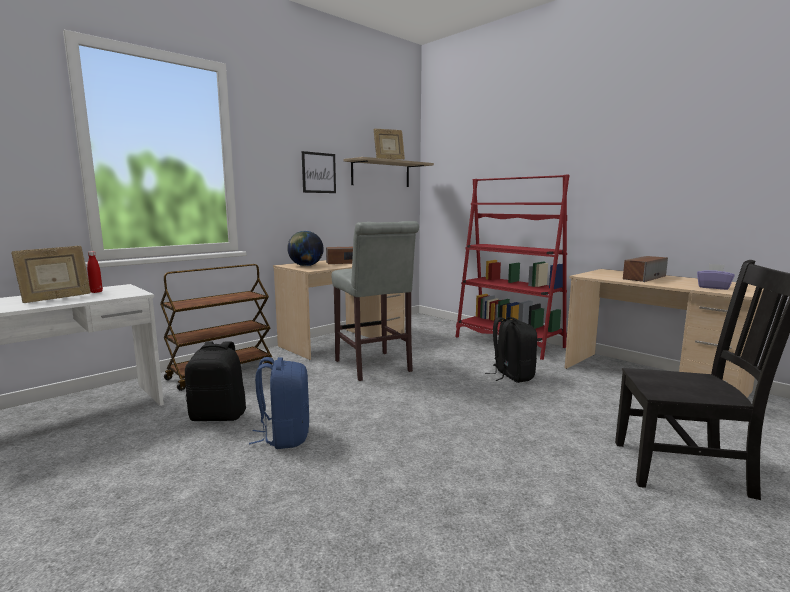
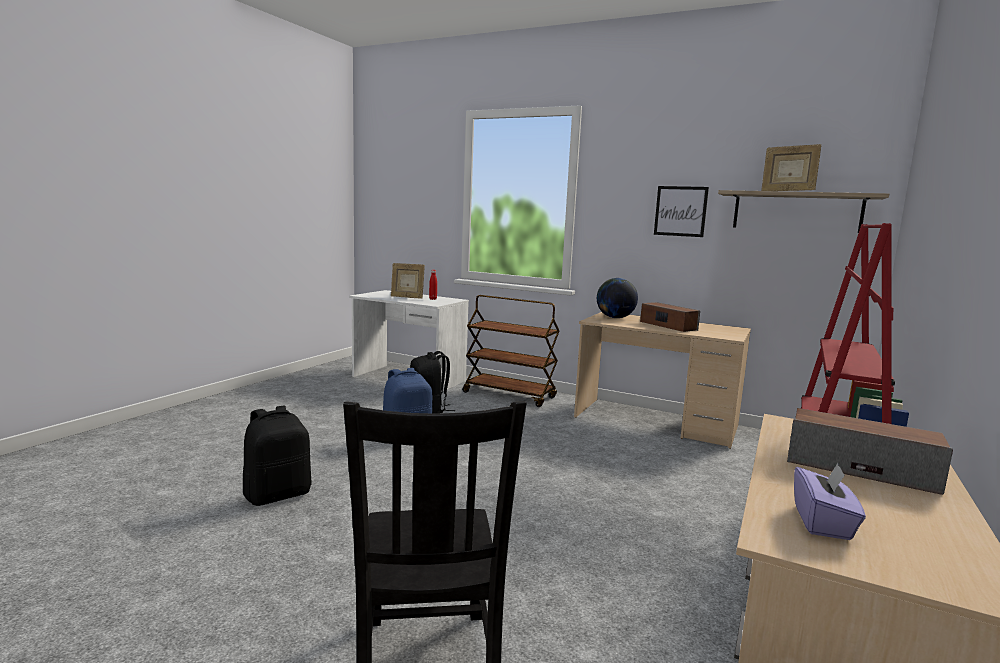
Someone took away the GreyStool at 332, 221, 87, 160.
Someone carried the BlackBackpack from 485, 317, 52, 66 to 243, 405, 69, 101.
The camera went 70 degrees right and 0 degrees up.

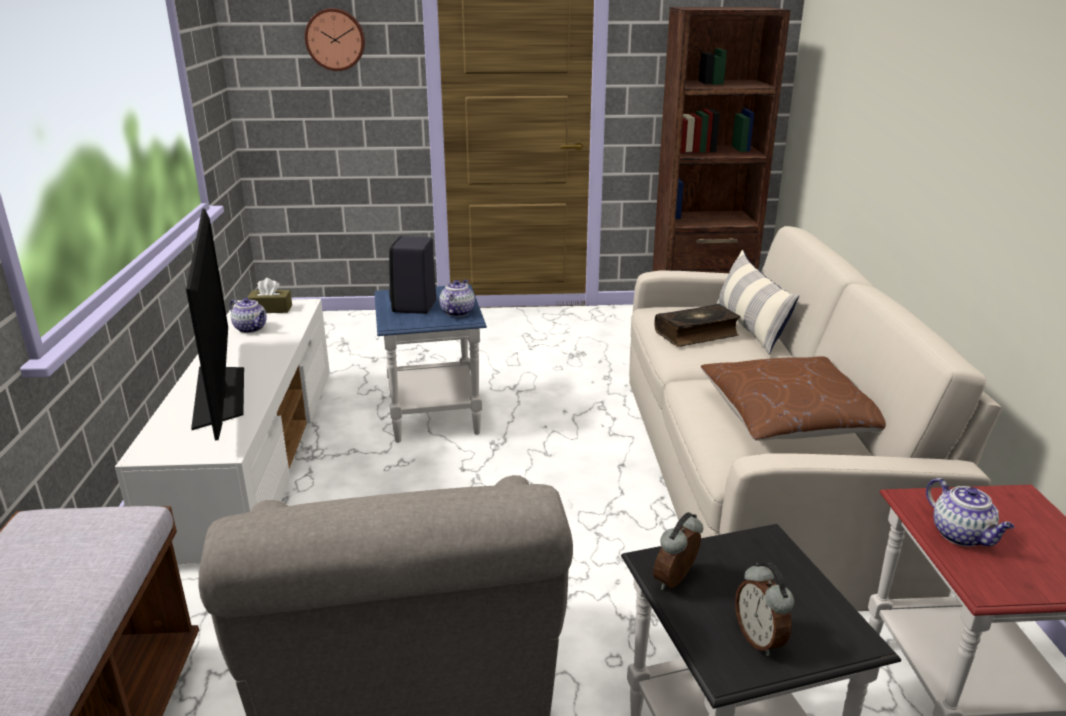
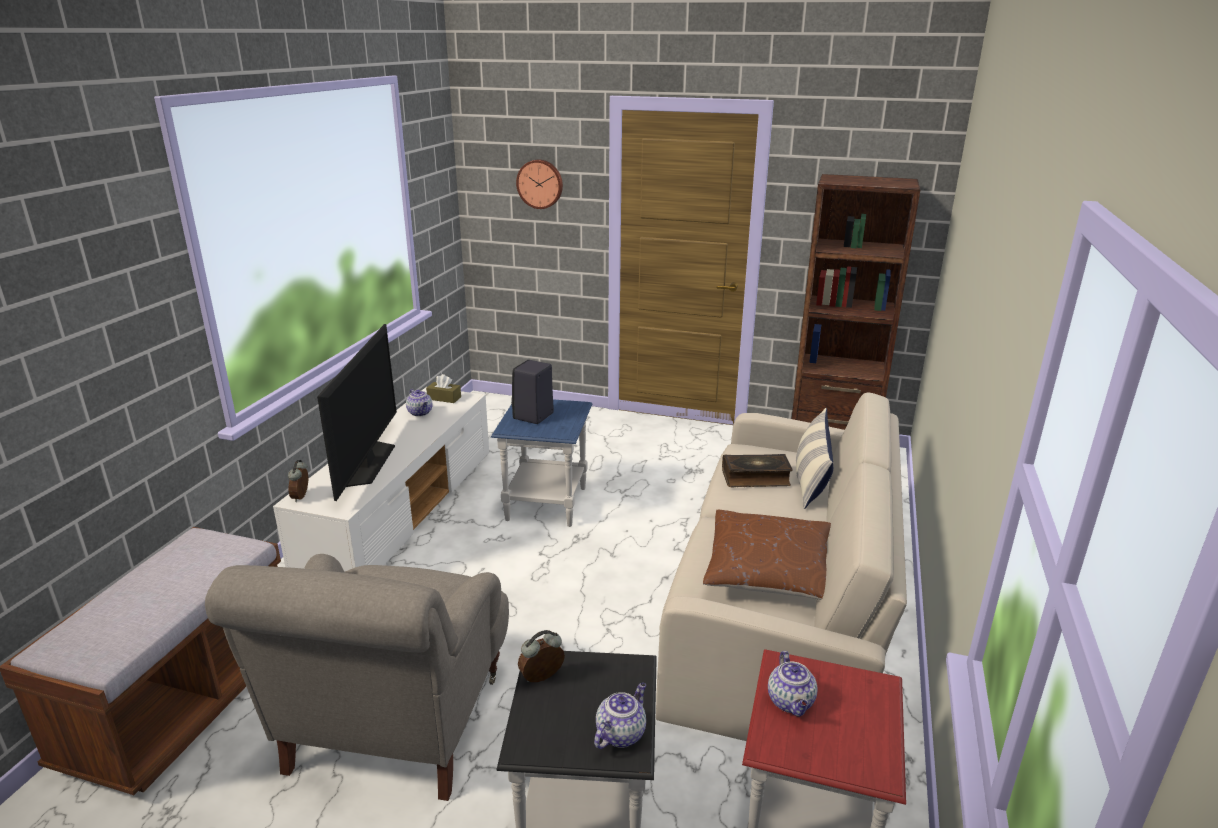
Someone carried the PotForTea from 439, 279, 36, 38 to 594, 682, 52, 67.
Someone carried the BedsideClock from 735, 563, 59, 93 to 288, 460, 20, 42.
The camera went 20 degrees right and 0 degrees up.

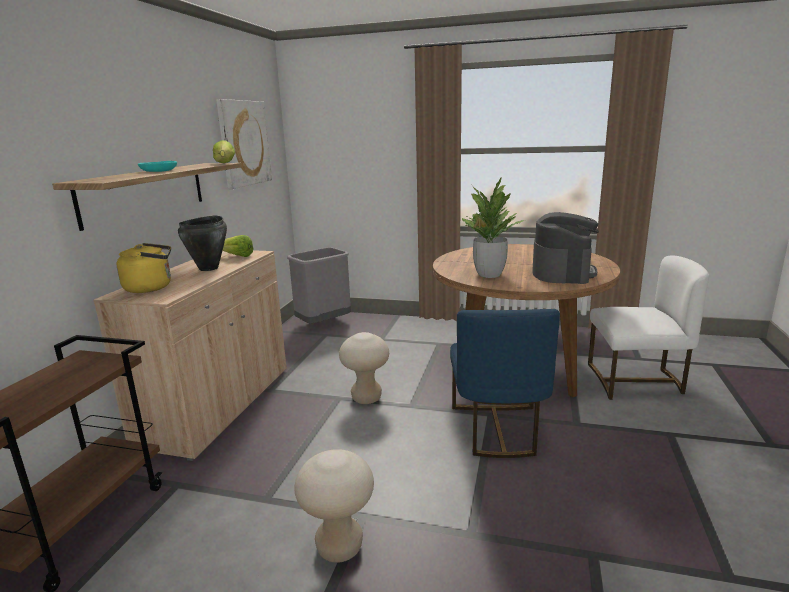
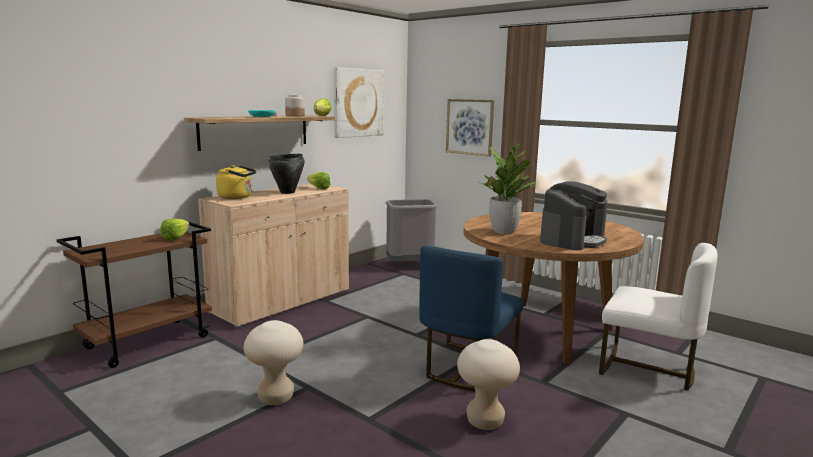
Someone carried the BeigeColouredStool from 339, 332, 50, 72 to 457, 339, 63, 91.
Someone put down the HeadOfLettuce at 160, 219, 29, 22.
Someone put down the Jar at 285, 95, 20, 22.
Someone put up the Picture at 446, 99, 48, 58.
The camera went 25 degrees right and 5 degrees down.

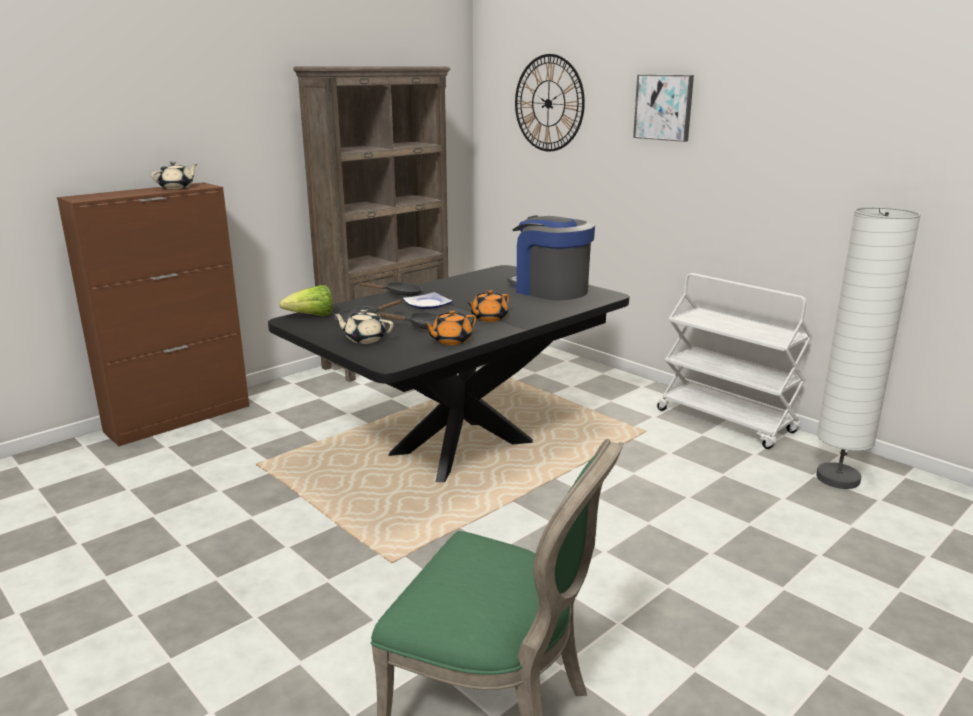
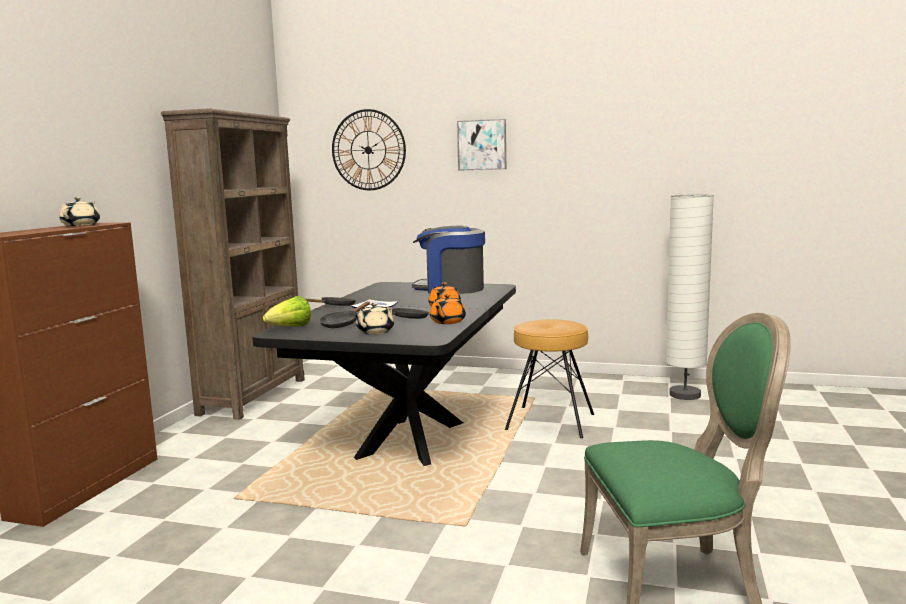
Someone rotated the BeigeColouredPotForTea at 333, 309, 60, 35 by 45 degrees counterclockwise.
Someone took away the WhiteTrolley at 657, 273, 155, 176.
Someone put down the BrownColouredStool at 505, 319, 89, 119.
The camera went 30 degrees left and 10 degrees down.

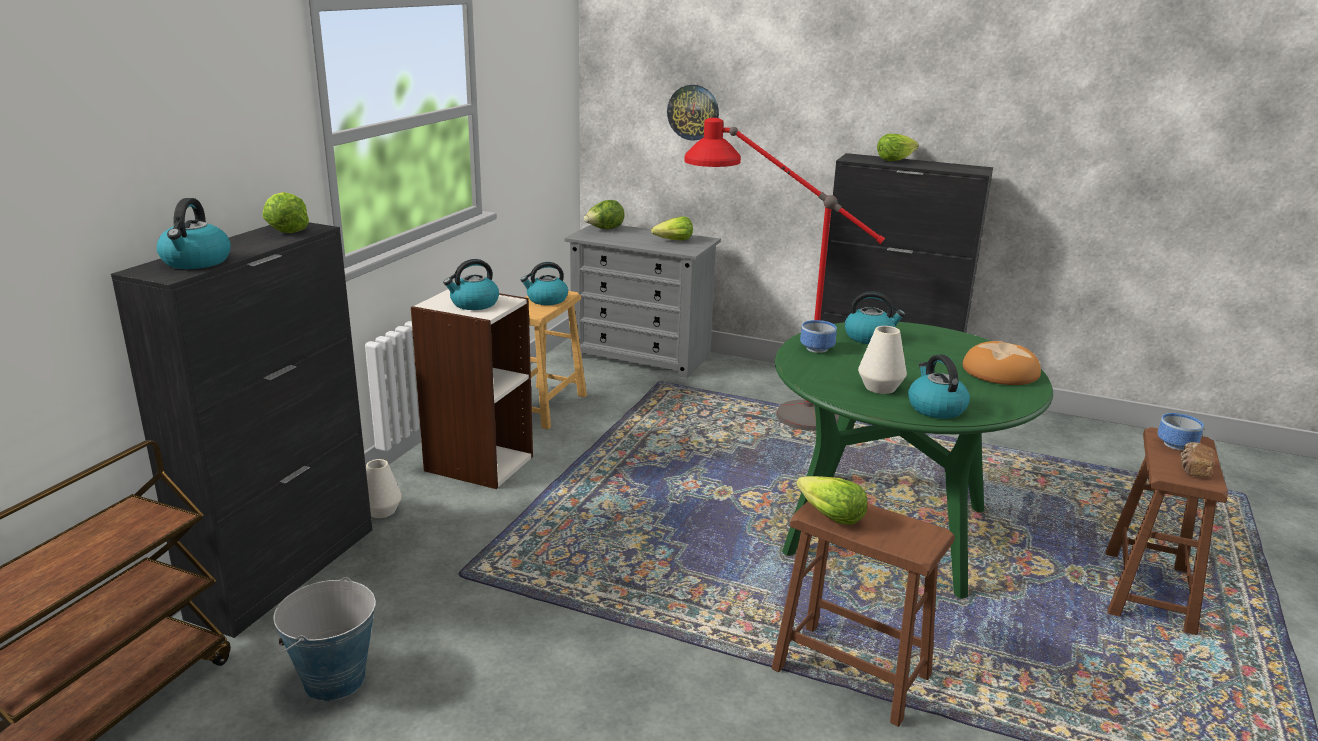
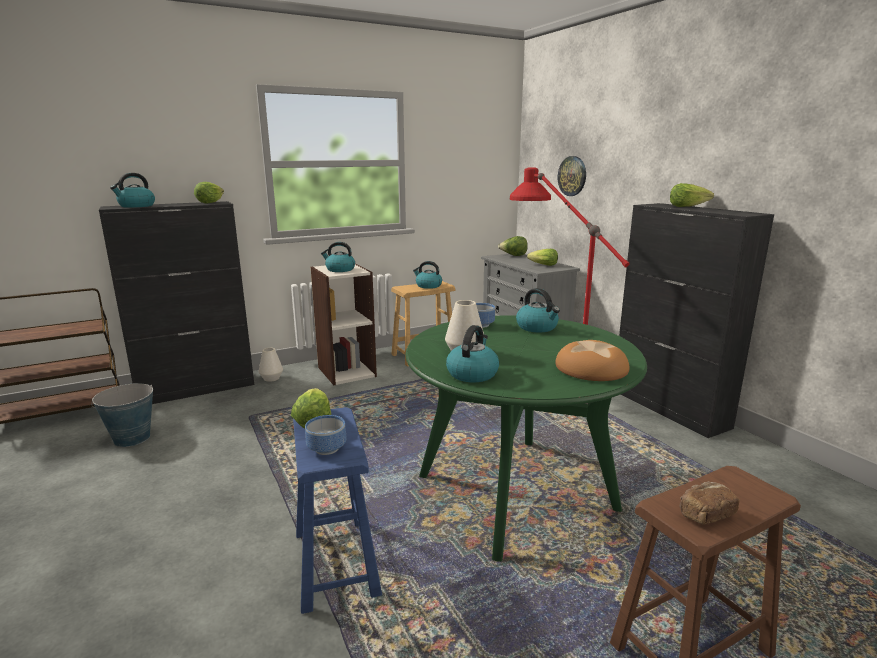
Someone repainted the BrownColouredStool at 772, 501, 183, 226, which became the BlueStool at 293, 407, 89, 207.
Someone carried the Bowl from 1157, 413, 47, 37 to 305, 415, 42, 40.
The camera went 40 degrees right and 5 degrees down.

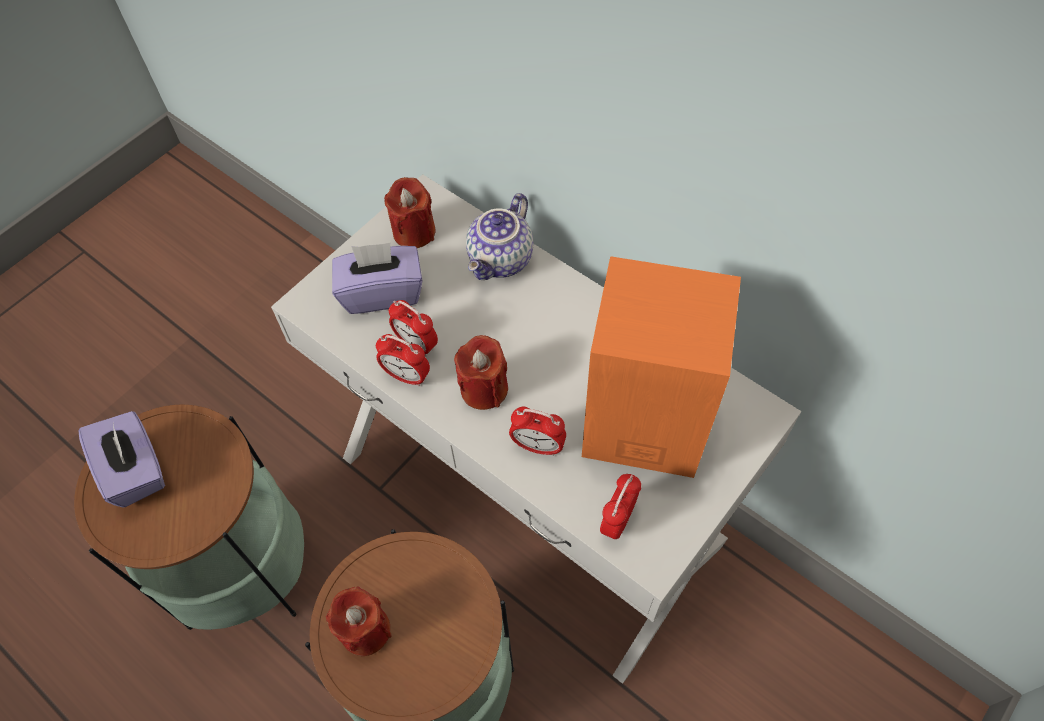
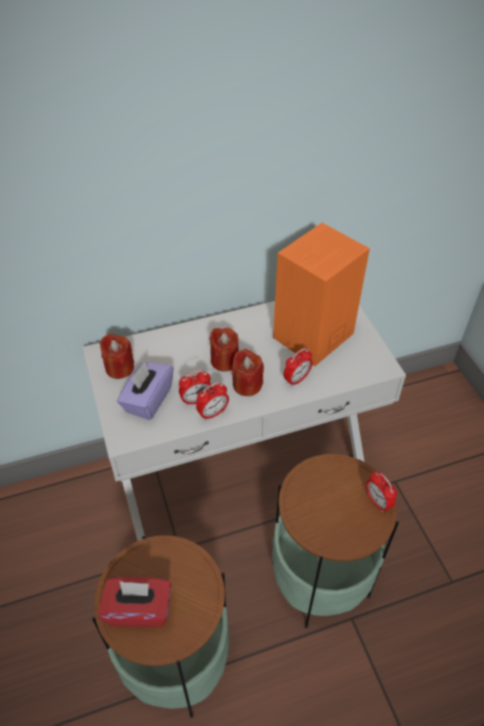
Someone repainted the PurplishBoxOfTissues at 78, 411, 87, 96, which became the ReddishBoxOfTissues at 98, 577, 73, 50.
Someone carried the ReddishCandle from 326, 587, 66, 69 to 210, 328, 28, 43.
Someone took away the PotForTea at 466, 193, 67, 87.
Someone carried the BedsideClock from 600, 474, 41, 65 to 366, 471, 31, 41.
The camera went 60 degrees left and 10 degrees down.

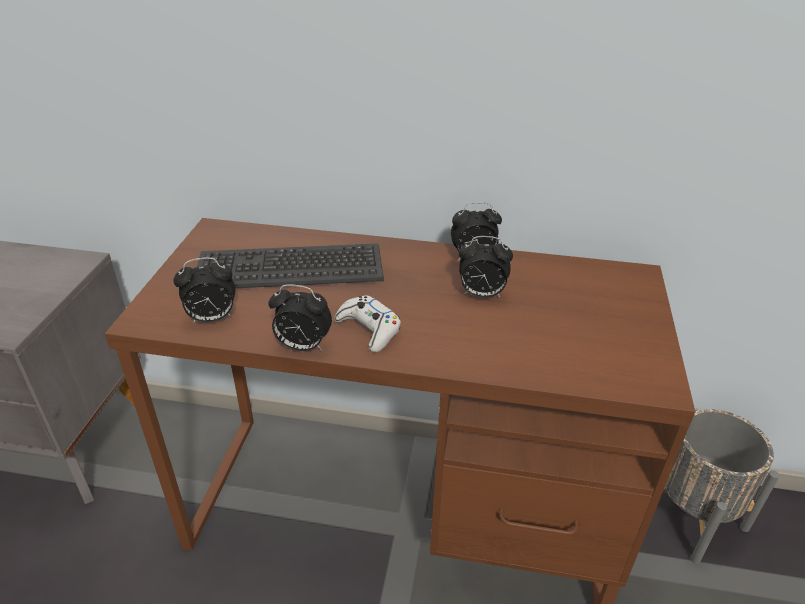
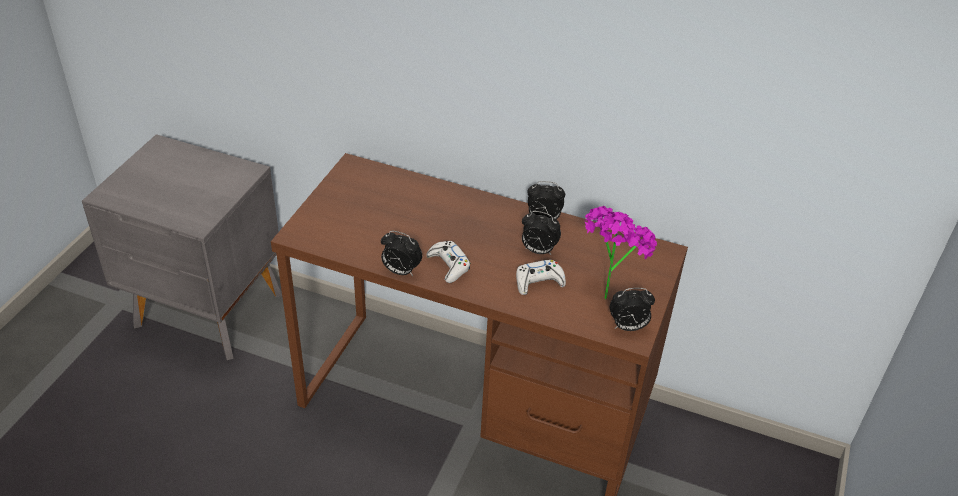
Someone carried the BedsideClock from 173, 257, 62, 66 to 610, 288, 45, 43.
Someone took away the Keyboard at 197, 243, 187, 45.
Someone took away the GreyPlanter at 663, 409, 117, 155.
Someone put down the WhiteJoypad at 516, 260, 50, 35.
Someone put down the Houseplant at 584, 206, 73, 94.
The camera went 10 degrees right and 5 degrees up.

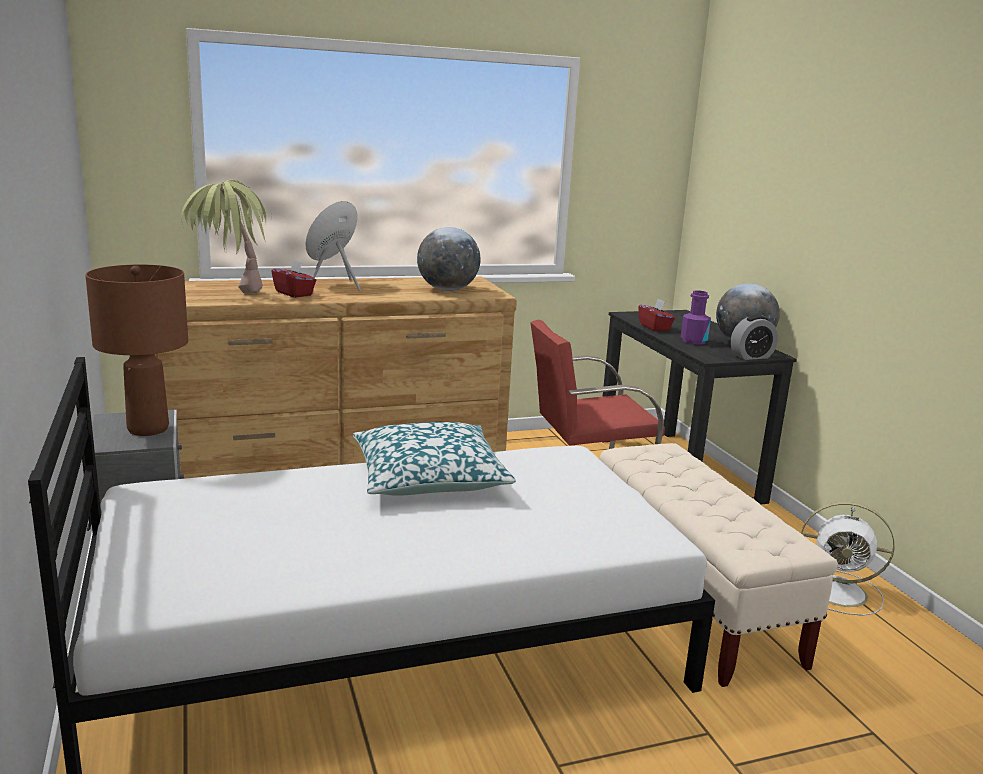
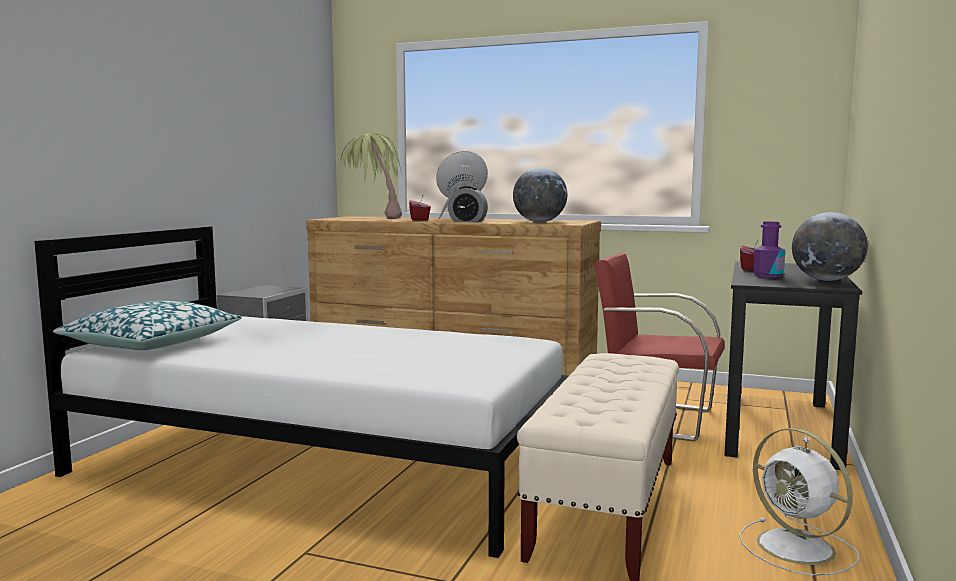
Someone took away the BrownColouredLampForATable at 85, 265, 103, 171.
Someone carried the Pillow from 353, 422, 163, 74 to 53, 301, 189, 49.
Someone carried the BedsideClock from 730, 315, 48, 45 to 448, 186, 40, 36.
The camera went 40 degrees right and 10 degrees down.

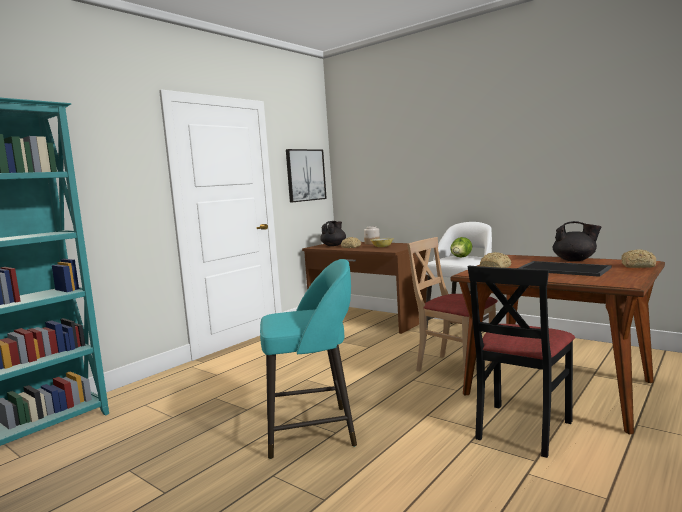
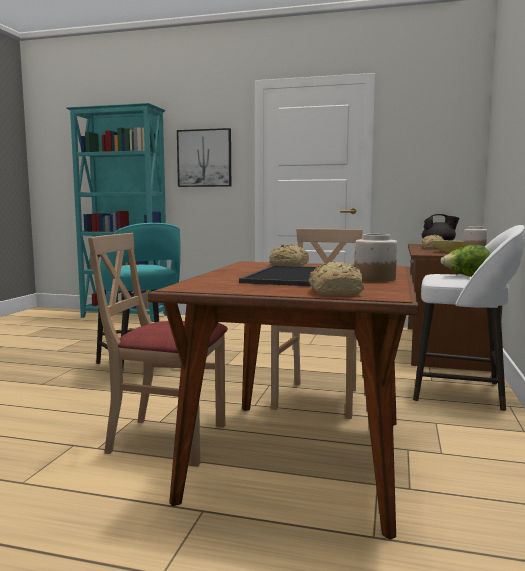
Someone carried the Picture from 286, 149, 41, 53 to 177, 128, 54, 59.
Someone repainted the BlackUprightChair at 468, 266, 107, 192, which became the BeigeColouredUprightChair at 88, 233, 140, 234.
Someone swapped the BlackPotForTea at 553, 221, 49, 40 for the Jar at 355, 234, 42, 48.
The camera went 65 degrees right and 0 degrees up.

